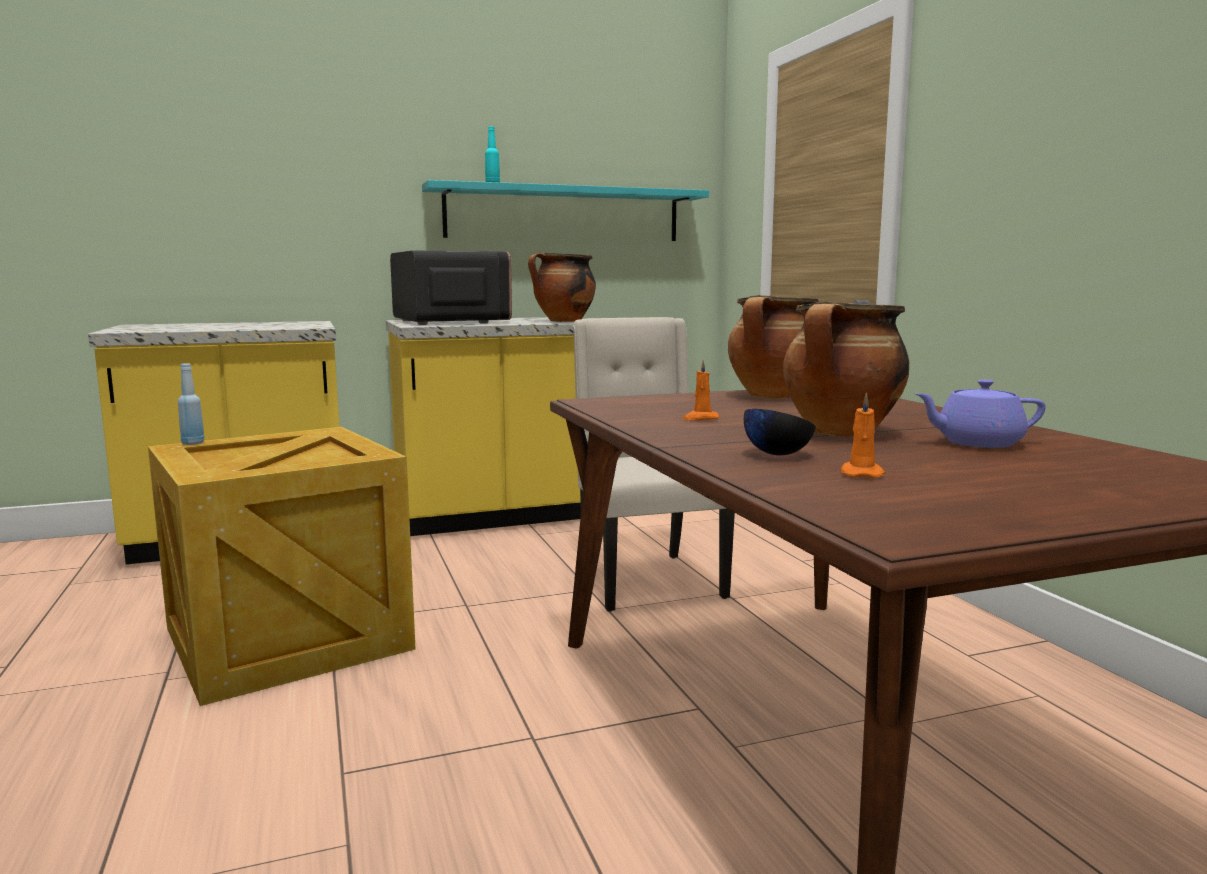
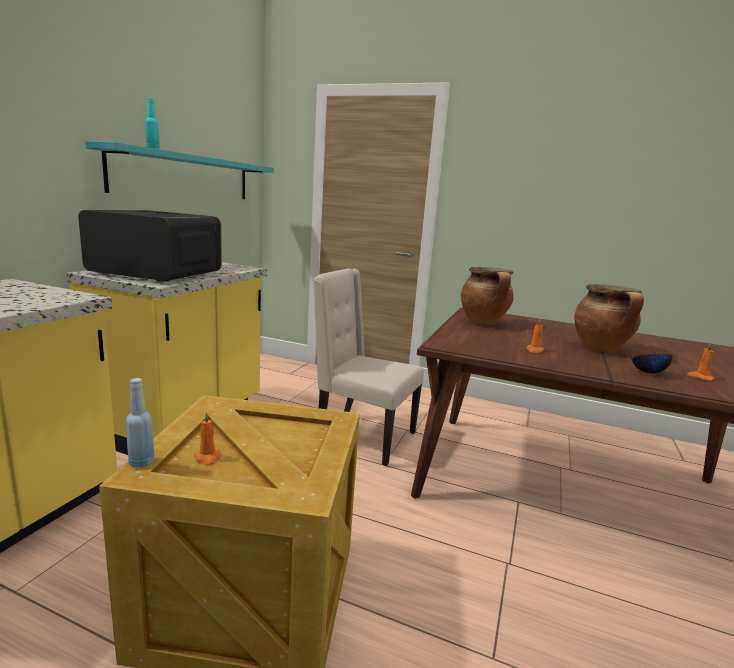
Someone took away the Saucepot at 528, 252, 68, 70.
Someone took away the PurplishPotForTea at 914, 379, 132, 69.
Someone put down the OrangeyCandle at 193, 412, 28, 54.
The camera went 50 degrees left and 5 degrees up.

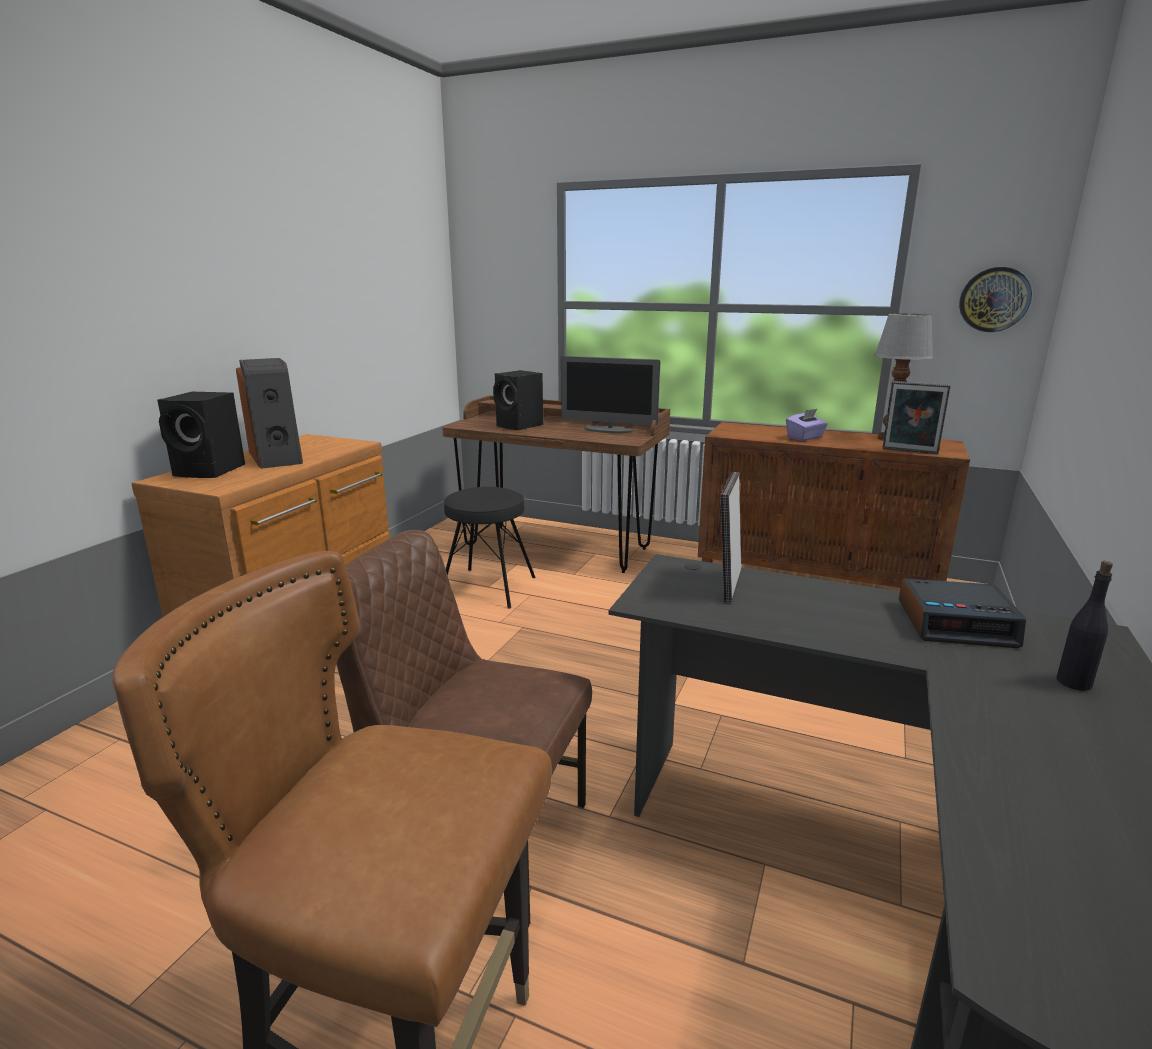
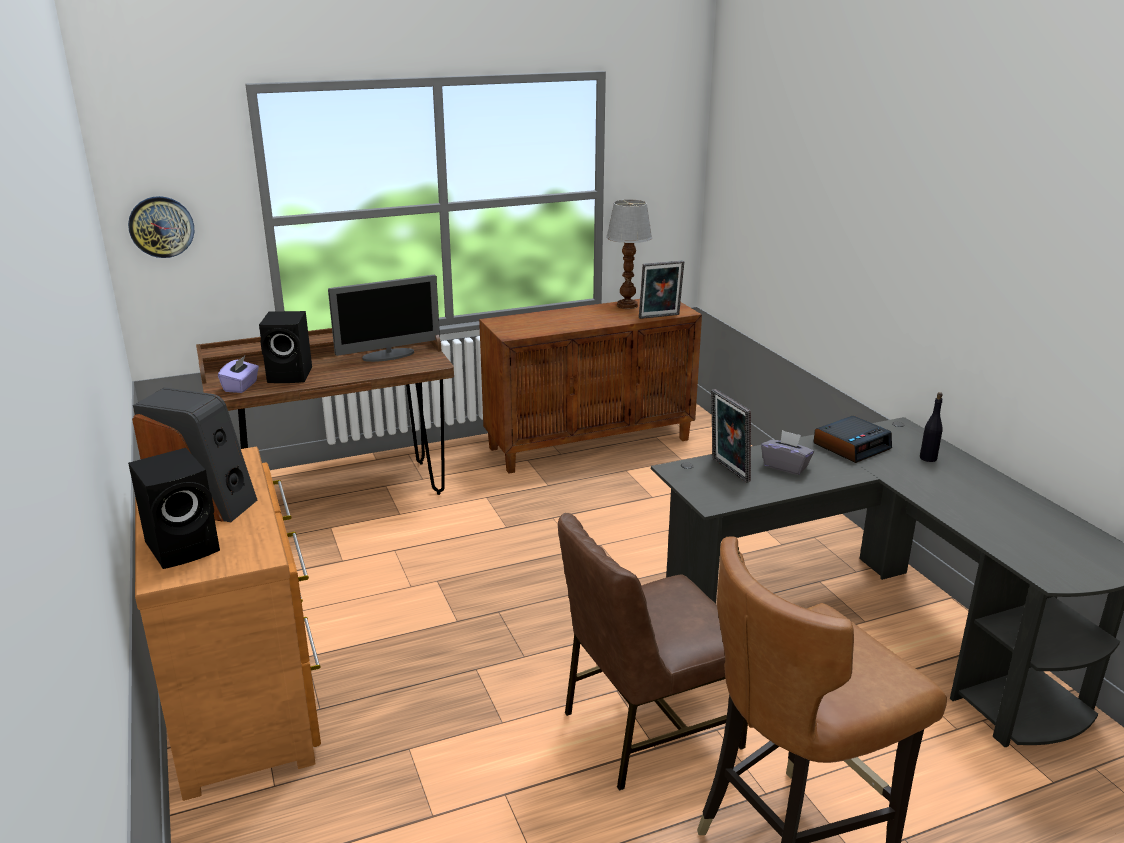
Someone took away the BlackStool at 444, 487, 92, 122.
Someone carried the PurplishBoxOfTissues from 786, 409, 42, 32 to 218, 356, 41, 37.
Someone carried the HangingClock from 959, 267, 73, 65 to 128, 196, 66, 62.
Someone put down the GreyBoxOfTissues at 761, 430, 53, 45.
The camera went 45 degrees left and 5 degrees up.

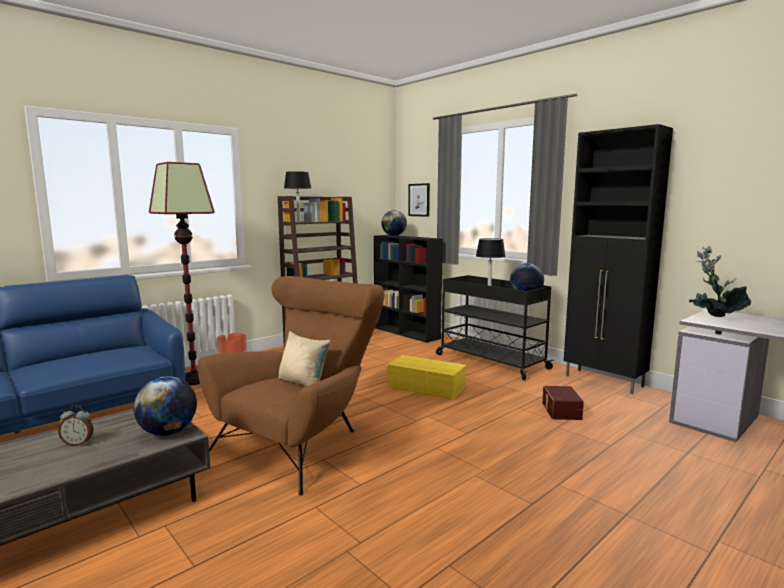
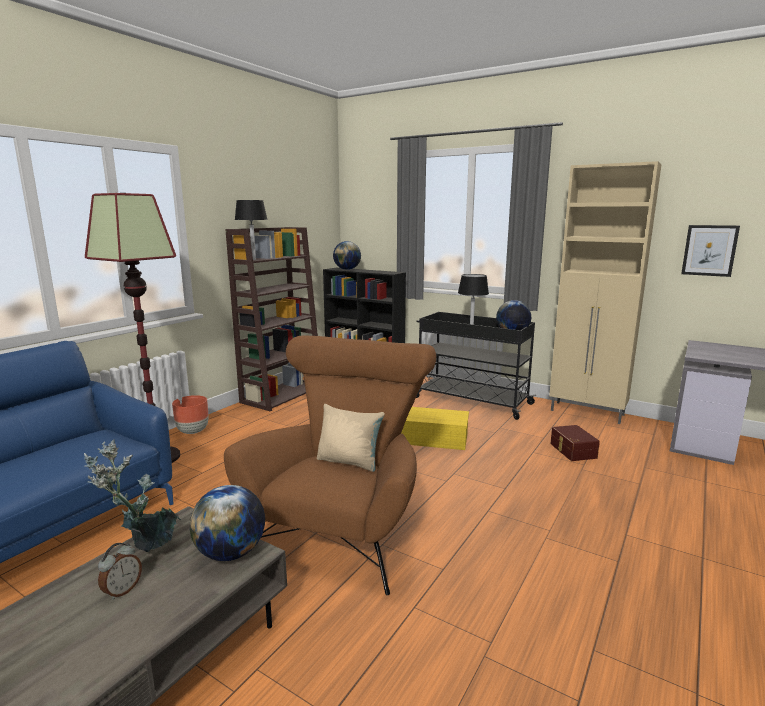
Someone rotated the BedsideClock at 58, 405, 36, 41 by 45 degrees counterclockwise.
Someone carried the Picture from 408, 183, 22, 34 to 681, 225, 59, 52.
Someone repainted the BlackStorageCabinet at 564, 124, 109, 270, which became the BeigeColouredStorageCabinet at 549, 161, 113, 263.
Someone carried the Houseplant from 689, 246, 62, 71 to 84, 439, 97, 113.
The camera went 15 degrees left and 5 degrees up.

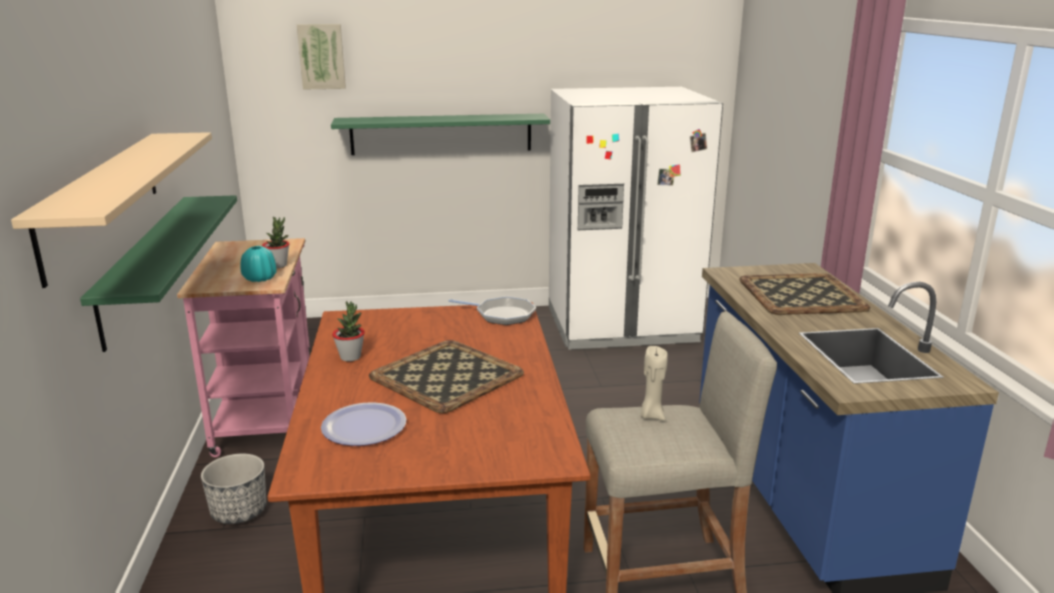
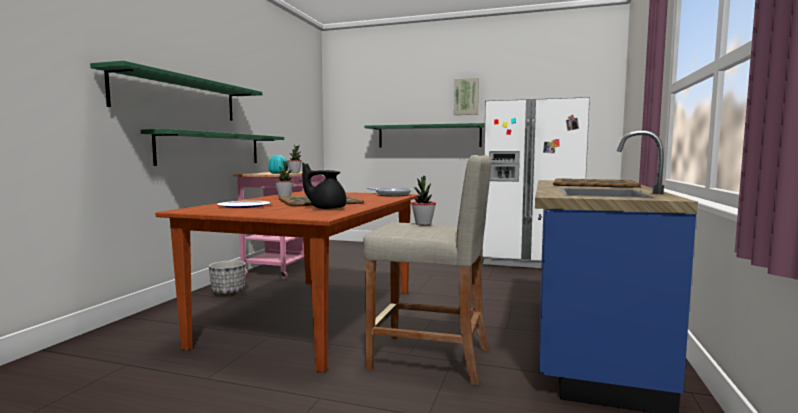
Someone repainted the BeigeColouredShelf at 11, 132, 201, 156, which became the GreenishShelf at 90, 61, 172, 60.
Someone carried the Picture from 297, 24, 49, 66 to 454, 78, 25, 37.
Someone swapped the BeigeColouredCandle at 640, 346, 28, 74 for the Houseplant at 411, 175, 25, 50.
Someone put down the BlackPotForTea at 302, 163, 44, 46.
The camera went 25 degrees right and 15 degrees down.

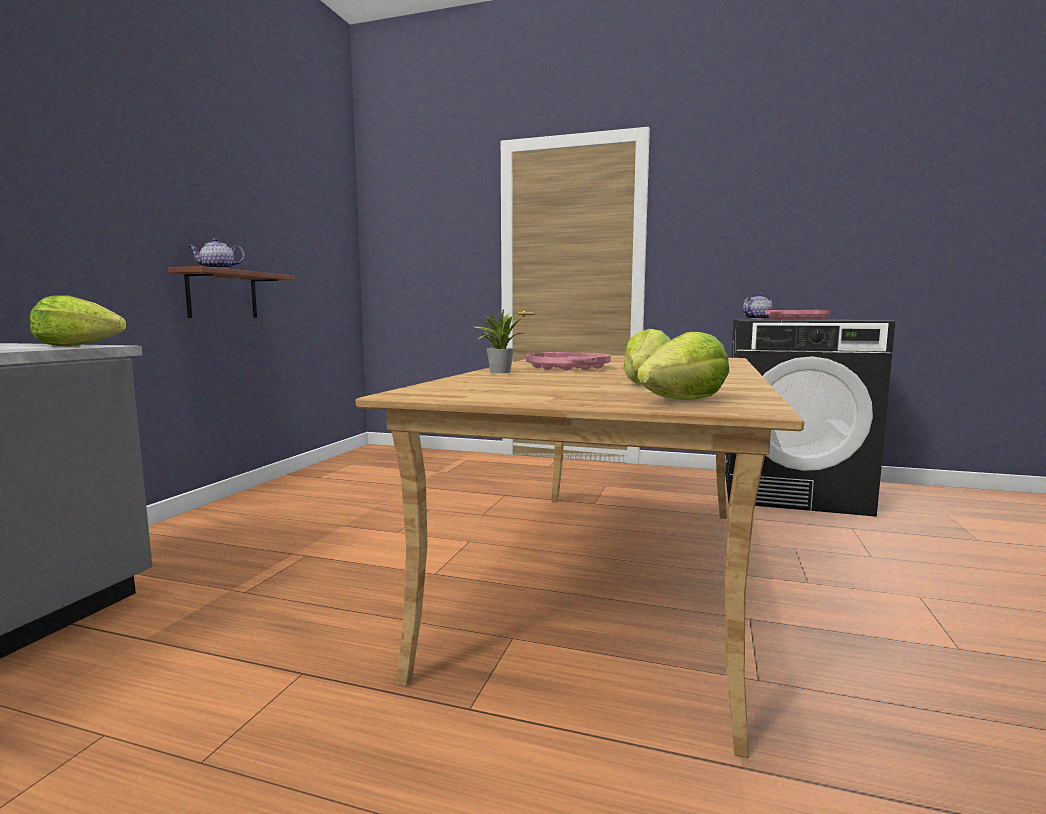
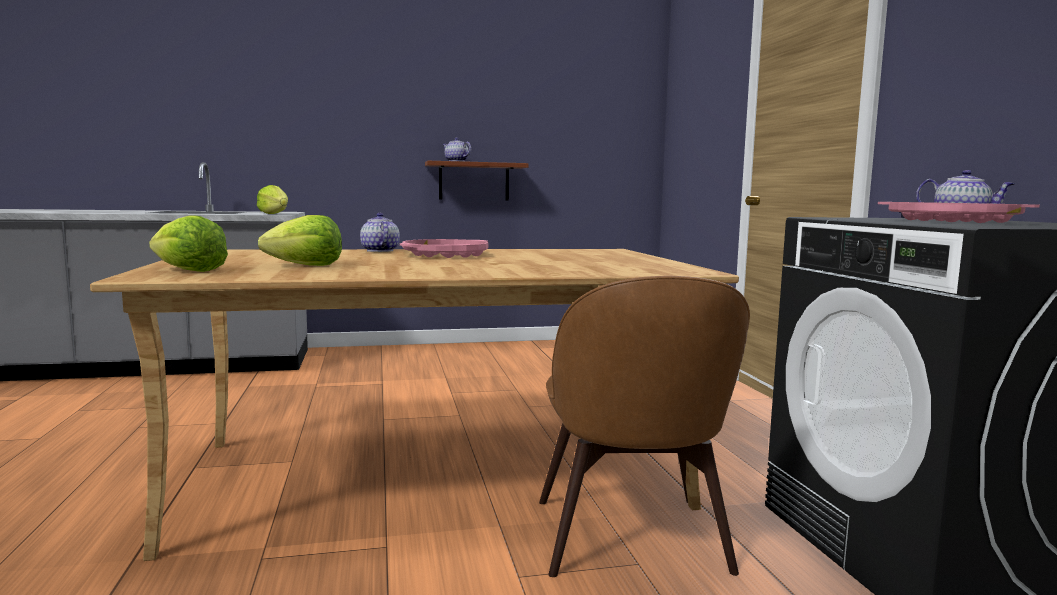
Someone swapped the Houseplant at 474, 309, 49, 64 for the PotForTea at 360, 213, 40, 39.
Someone put down the BrownColouredUprightChair at 539, 276, 211, 301.
The camera went 60 degrees right and 0 degrees up.

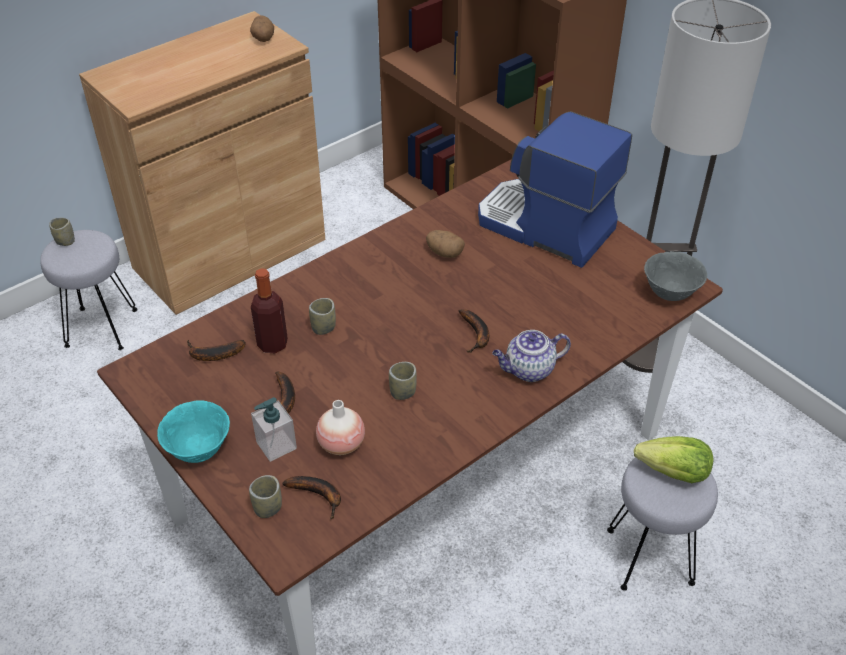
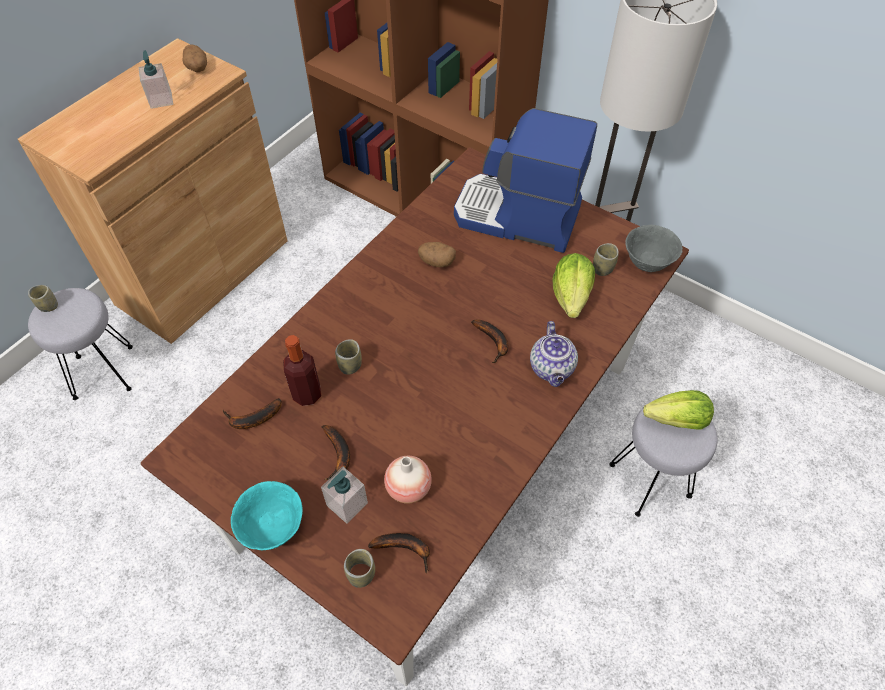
Someone carried the SmallCup from 389, 362, 28, 38 to 593, 243, 26, 33.
Someone rotated the PotForTea at 492, 330, 79, 52 by 60 degrees counterclockwise.
Someone put down the SoapDispenser at 139, 50, 34, 59.
Someone put down the HeadOfLettuce at 553, 253, 42, 65.
The camera went 15 degrees left and 10 degrees up.

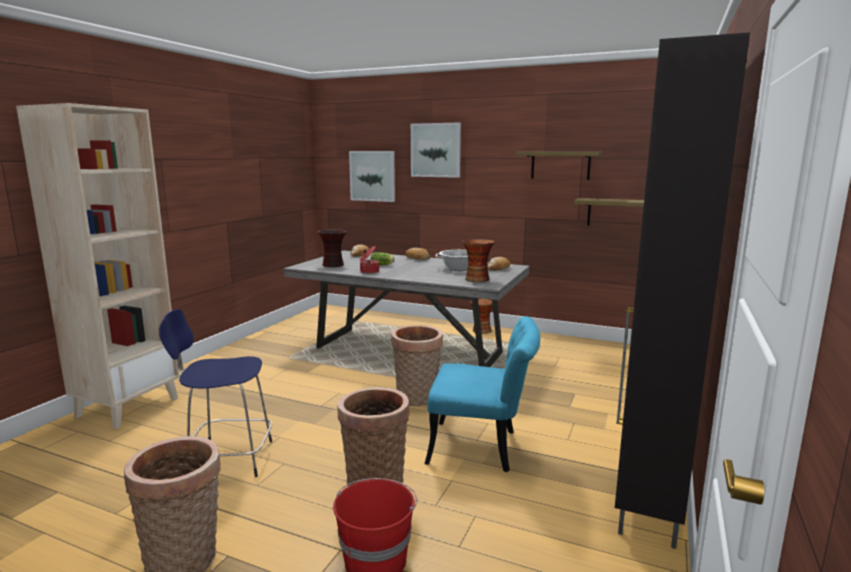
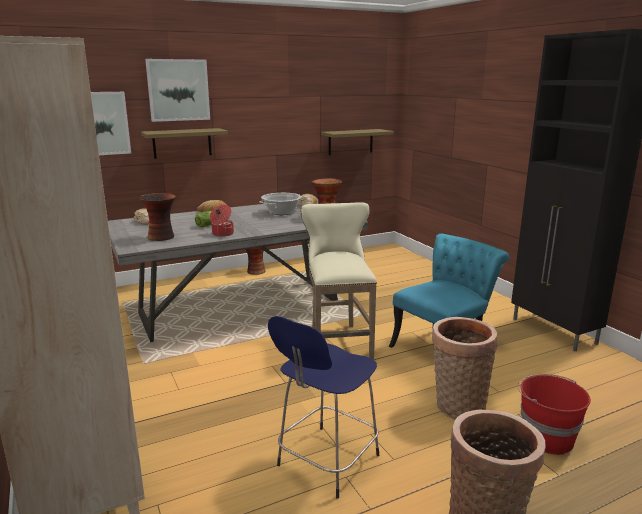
Someone swapped the StorageBasket at 391, 325, 52, 82 for the BeigeColouredStool at 301, 202, 76, 157.
Someone carried the Shelf from 515, 152, 87, 28 to 141, 128, 87, 31.
The camera went 50 degrees left and 5 degrees up.

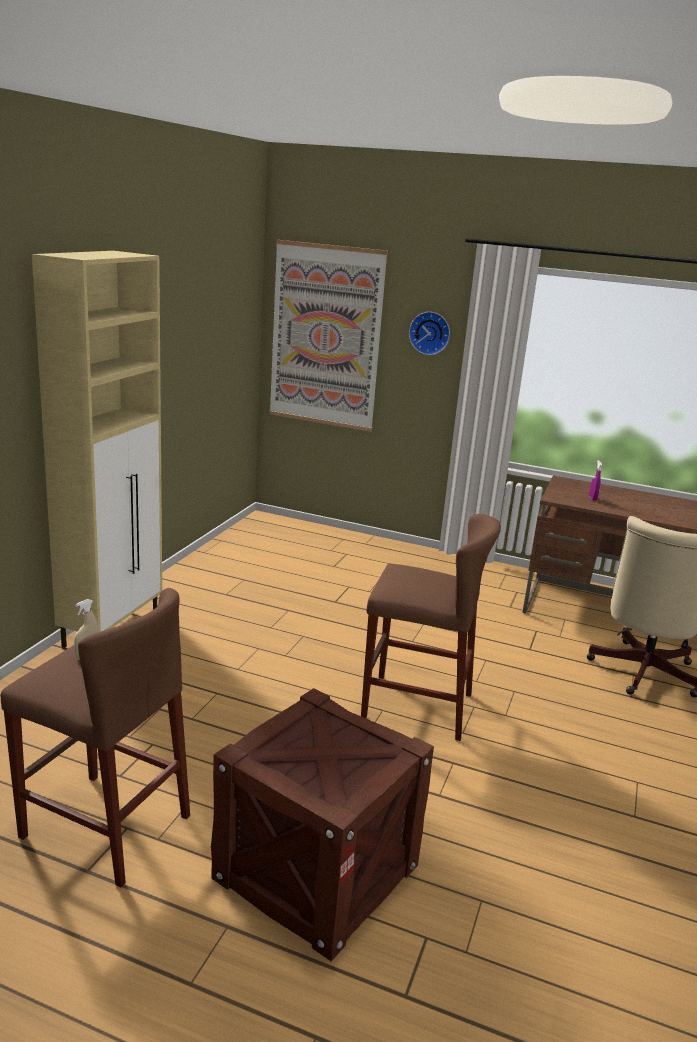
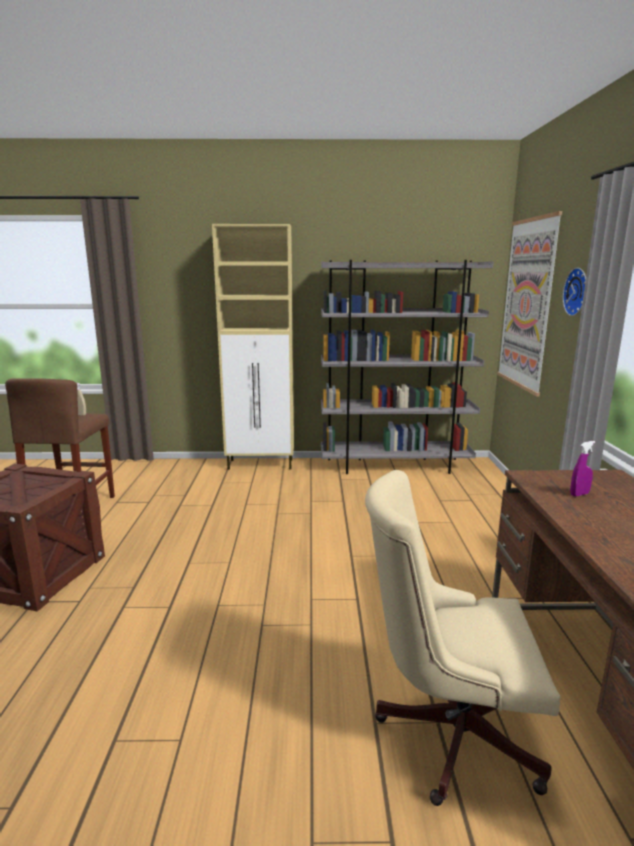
Someone took away the BrownColouredStool at 361, 514, 140, 227.
Someone put down the GreyBookshelf at 321, 260, 172, 214.
The camera went 70 degrees right and 5 degrees down.

